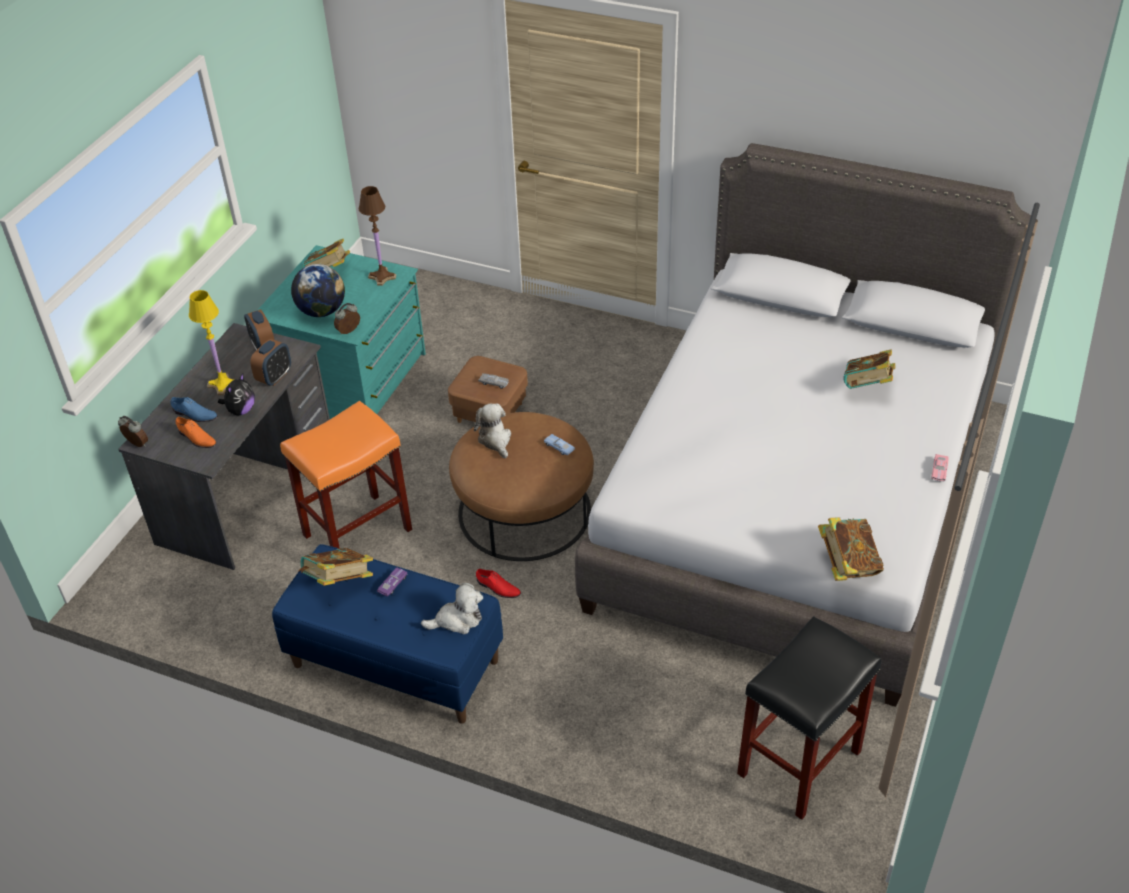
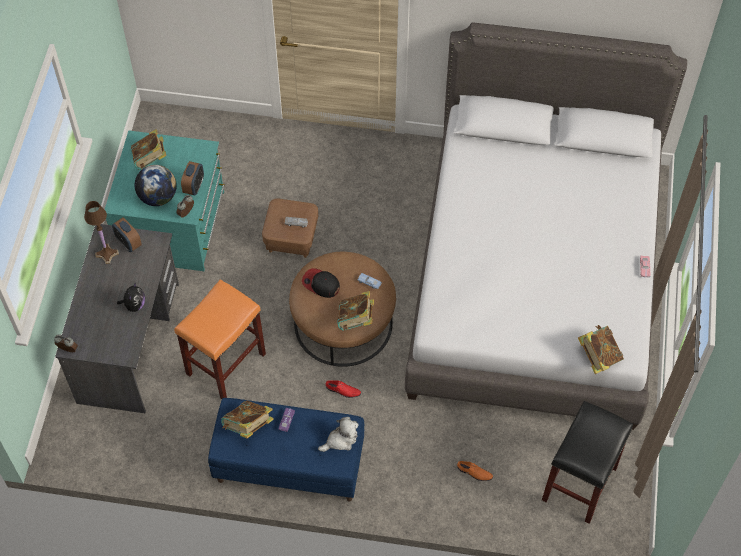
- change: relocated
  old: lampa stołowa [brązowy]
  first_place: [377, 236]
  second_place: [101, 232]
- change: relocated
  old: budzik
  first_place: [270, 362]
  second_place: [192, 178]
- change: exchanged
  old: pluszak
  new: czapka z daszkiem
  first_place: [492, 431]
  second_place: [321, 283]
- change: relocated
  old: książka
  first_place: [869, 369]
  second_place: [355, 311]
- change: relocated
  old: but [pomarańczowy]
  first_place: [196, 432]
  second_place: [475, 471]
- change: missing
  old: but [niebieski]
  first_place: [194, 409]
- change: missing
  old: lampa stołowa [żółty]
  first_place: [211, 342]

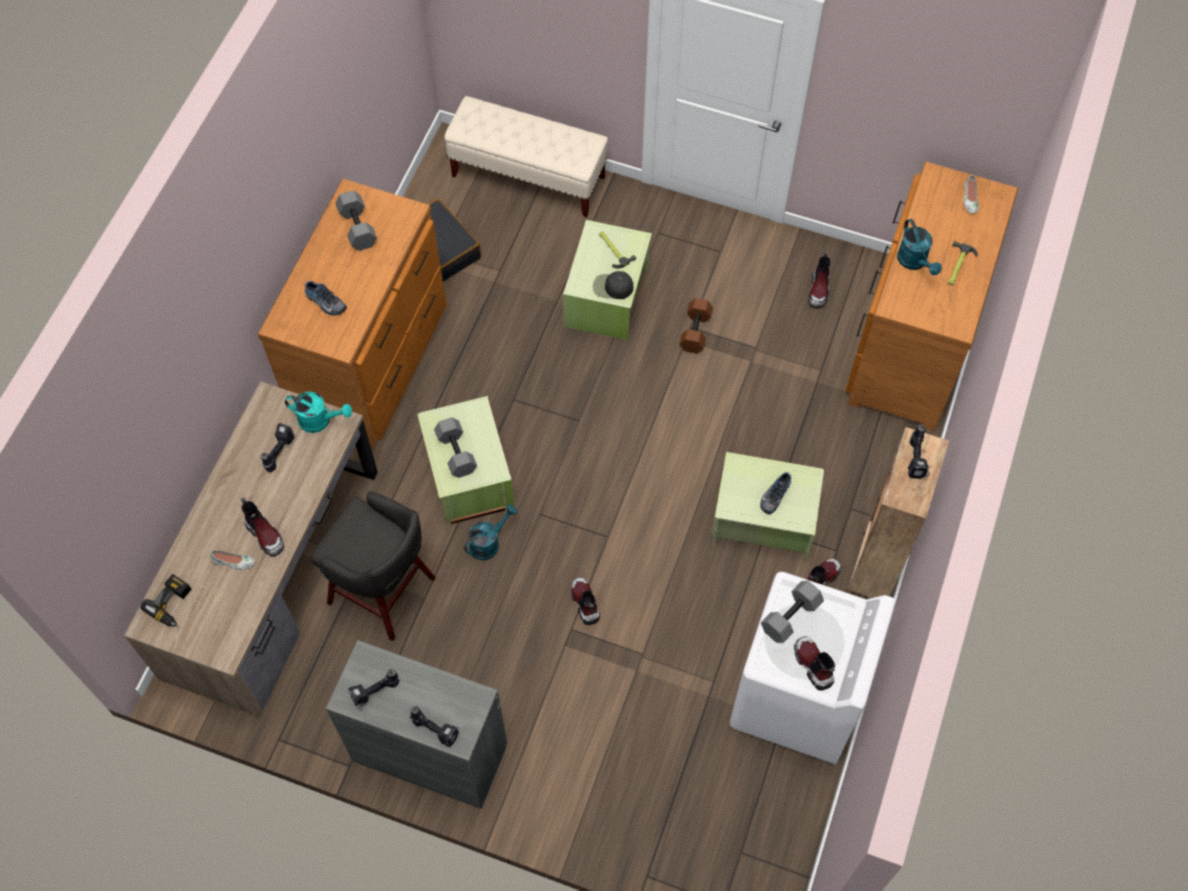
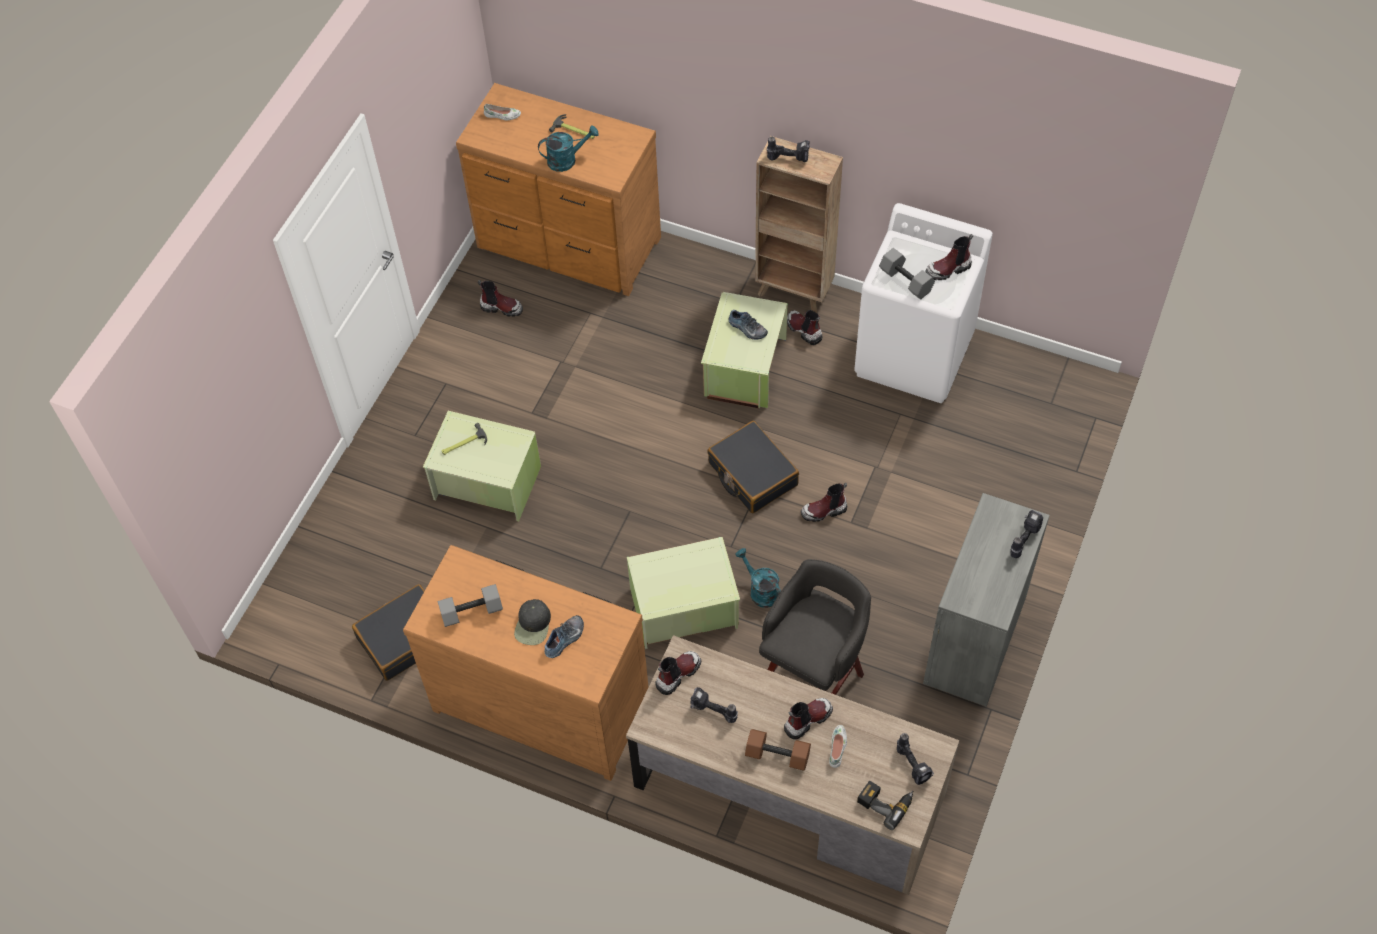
- change: relocated
  old: czapka z daszkiem [czarny]
  first_place: [613, 285]
  second_place: [532, 622]
- change: exchanged
  old: konewka [turkusowy]
  new: but z cholewką
  first_place: [318, 412]
  second_place: [678, 673]
- change: appeared
  new: walizka [czarny]
  second_place: [753, 467]
- change: relocated
  old: hantel [brązowy]
  first_place: [696, 326]
  second_place: [778, 750]
- change: relocated
  old: wiertarka
  first_place: [374, 689]
  second_place: [915, 759]
- change: missing
  old: hantel [szary]
  first_place: [455, 447]
- change: missing
  old: ławka [beżowy]
  first_place: [526, 156]

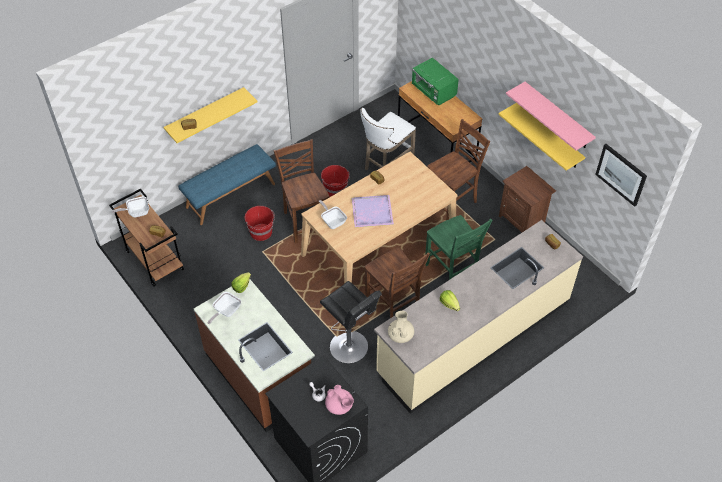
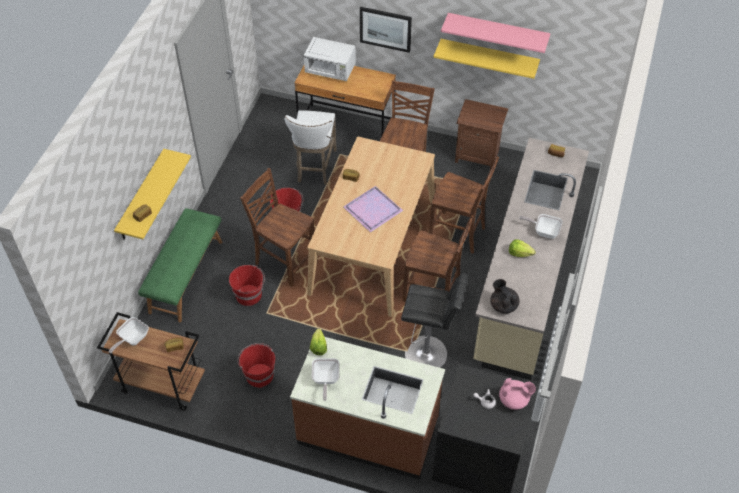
- change: colour
  old: ławka [niebieski]
  new: ławka [zielony]
  first_place: [227, 184]
  second_place: [180, 265]
- change: appeared
  new: wiadro [czerwony]
  second_place: [256, 365]
- change: colour
  old: mikrofalówka [zielony]
  new: mikrofalówka [biały]
  first_place: [435, 81]
  second_place: [329, 59]
- change: relocated
  old: obraz
  first_place: [621, 175]
  second_place: [386, 30]
- change: colour
  old: krzesło [zielony]
  new: krzesło [brązowy]
  first_place: [458, 247]
  second_place: [464, 205]
- change: colour
  old: imbryk [beżowy]
  new: imbryk [czarny]
  first_place: [401, 327]
  second_place: [505, 296]
- change: relocated
  old: patelnia
  first_place: [333, 214]
  second_place: [541, 226]

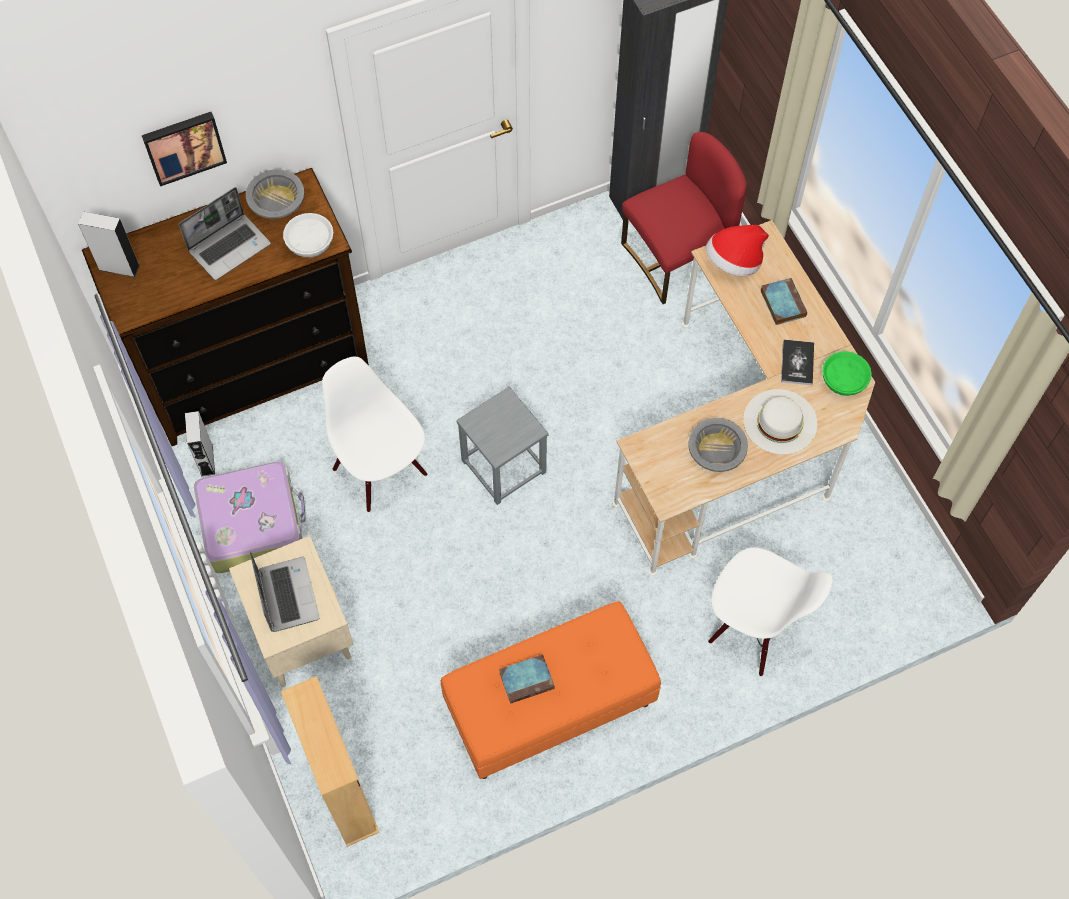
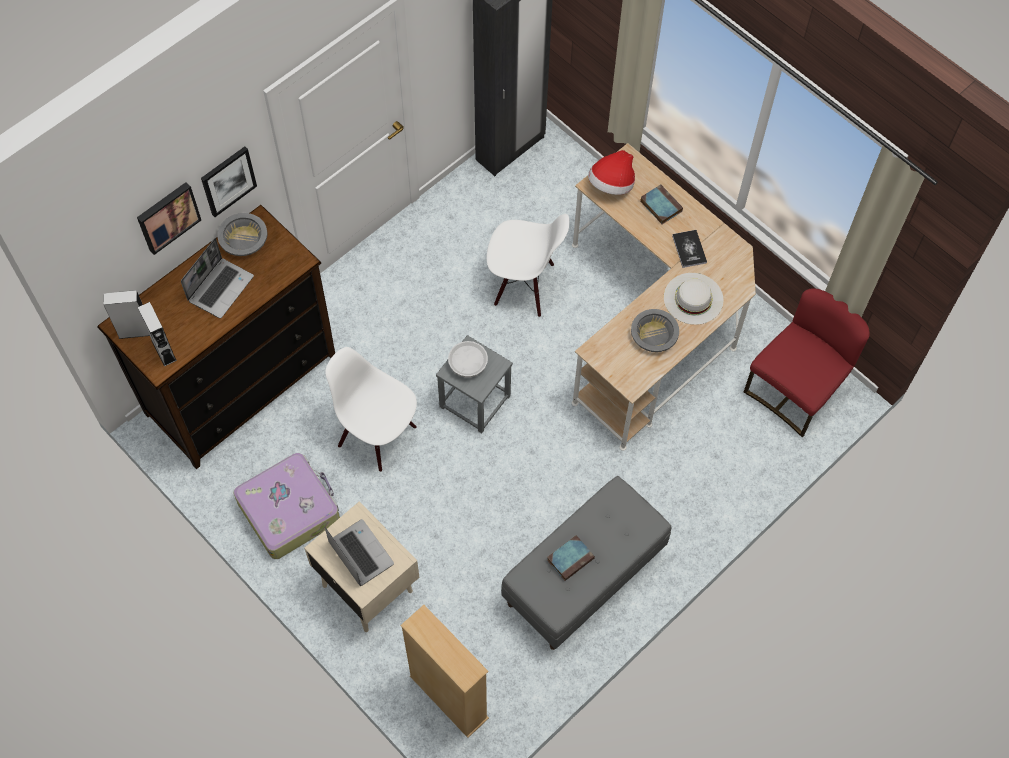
- change: relocated
  old: głośnik [szary]
  first_place: [200, 444]
  second_place: [157, 334]
- change: appeared
  new: obraz
  second_place: [229, 182]
- change: relocated
  old: miska [biały]
  first_place: [308, 235]
  second_place: [468, 359]
- change: relocated
  old: krzesło [biały]
  first_place: [770, 611]
  second_place: [528, 265]
- change: colour
  old: ławka [pomarańczowy]
  new: ławka [szary]
  first_place: [551, 690]
  second_place: [586, 563]
- change: relocated
  old: krzesło [czerwony]
  first_place: [684, 218]
  second_place: [807, 362]
- change: missing
  old: miska [zielony]
  first_place: [847, 373]

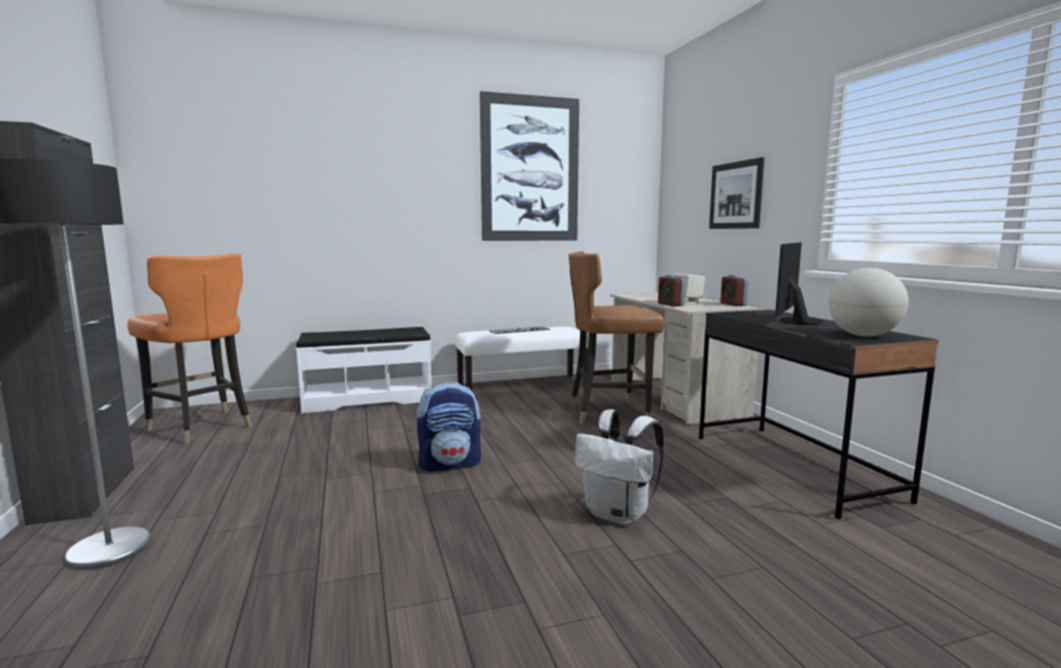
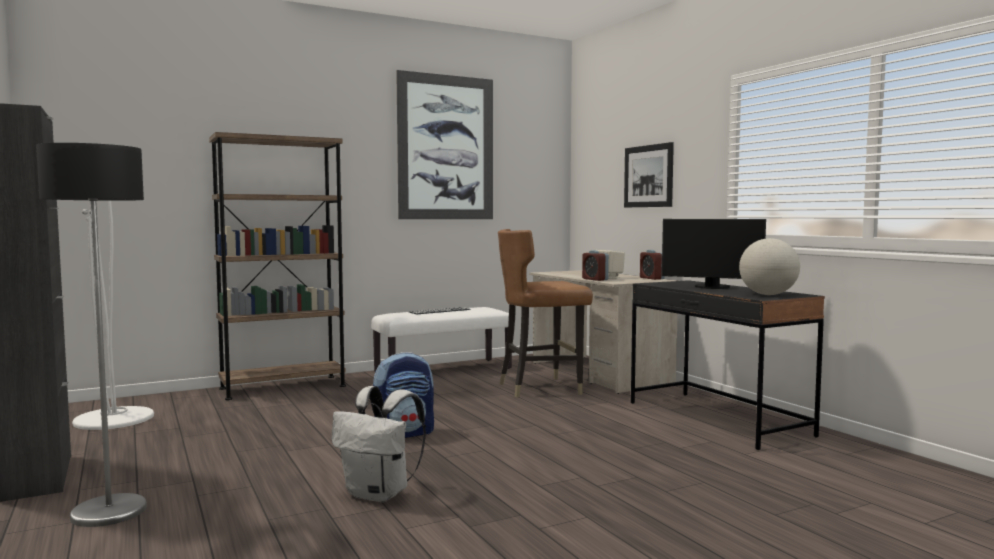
- change: exchanged
  old: krzesło [pomarańczowy]
  new: lampa stojąca [biały]
  first_place: [189, 348]
  second_place: [113, 315]
- change: exchanged
  old: ławka [biały]
  new: regał [brązowy]
  first_place: [364, 370]
  second_place: [277, 266]
- change: relocated
  old: plecak [biały]
  first_place: [619, 467]
  second_place: [379, 444]
- change: spun
  old: monitor
  first_place: [799, 283]
  second_place: [714, 254]
  degrees: -90

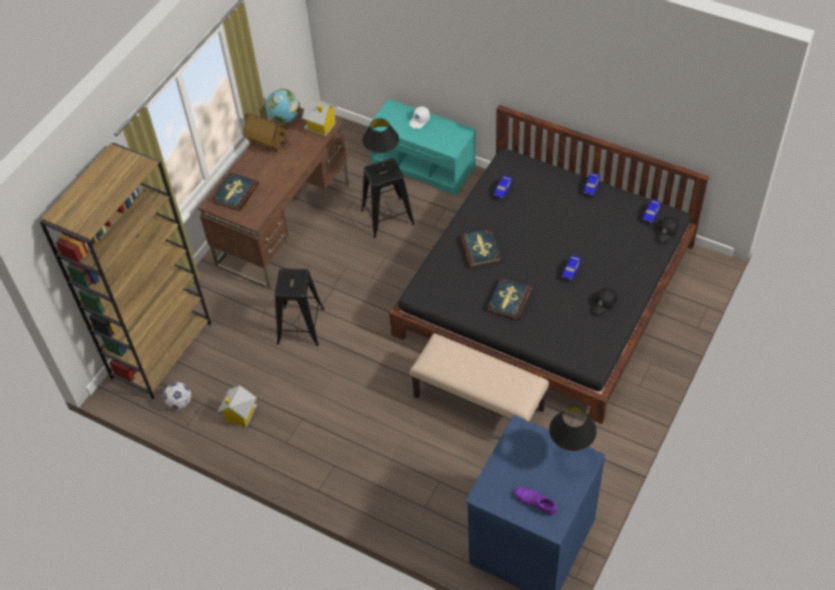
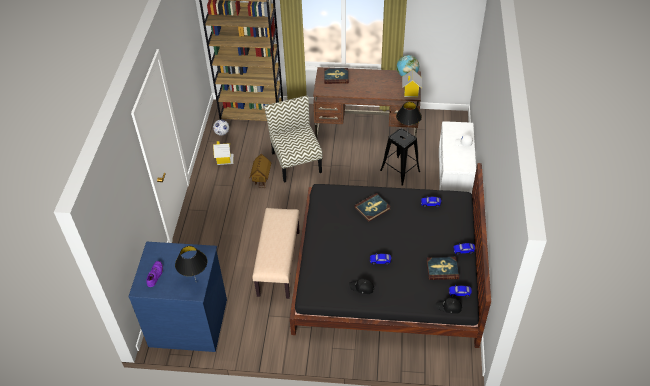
- change: relocated
  old: domek
  first_place: [267, 132]
  second_place: [260, 170]
- change: exchanged
  old: stołek [czarny]
  new: krzesło
  first_place: [299, 307]
  second_place: [293, 139]
- change: relocated
  old: książka
  first_place: [509, 299]
  second_place: [443, 268]
- change: colour
  old: ławka [turkusowy]
  new: ławka [biały]
  first_place: [422, 147]
  second_place: [457, 158]

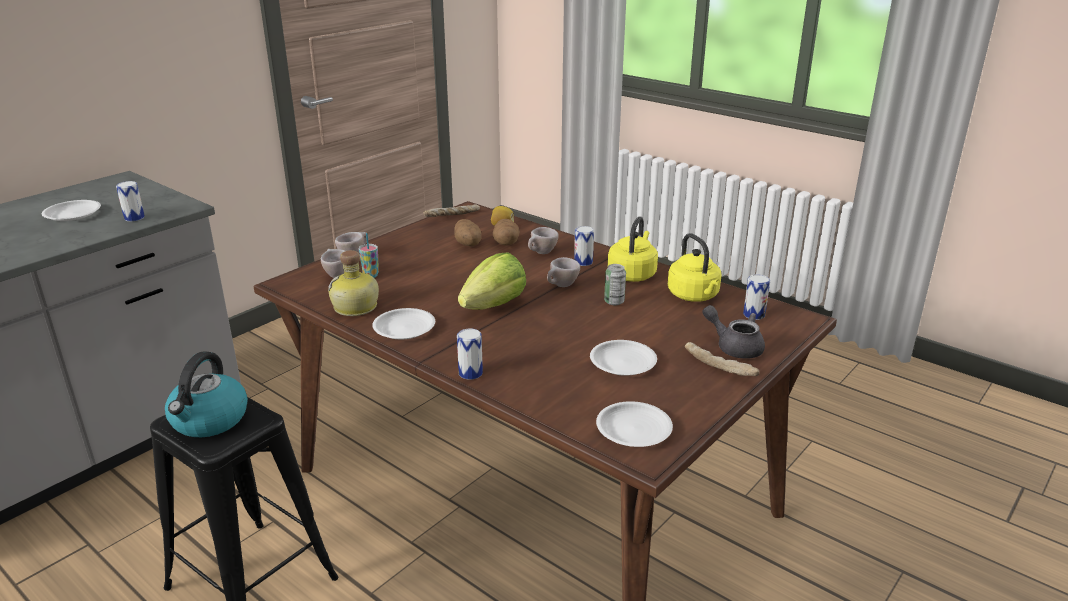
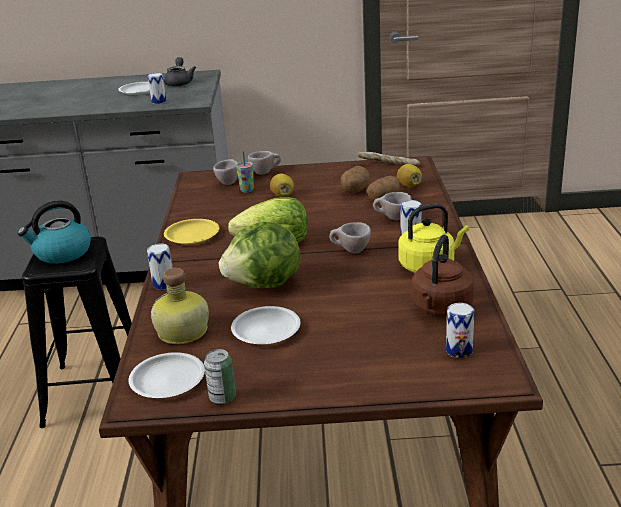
- change: relocated
  old: butelka
  first_place: [353, 283]
  second_place: [180, 306]
- change: relocated
  old: imbryk [szary]
  first_place: [733, 332]
  second_place: [180, 72]
- change: colour
  old: talerz [biały]
  new: talerz [żółty]
  first_place: [403, 323]
  second_place: [191, 231]
- change: relocated
  old: puszka
  first_place: [615, 284]
  second_place: [220, 376]
- change: appeared
  new: sałata
  second_place: [259, 255]
- change: appeared
  new: cytryna
  second_place: [282, 185]
- change: colour
  old: czajnik [żółty]
  new: czajnik [brązowy]
  first_place: [695, 267]
  second_place: [443, 275]
- change: missing
  old: chleb
  first_place: [722, 359]

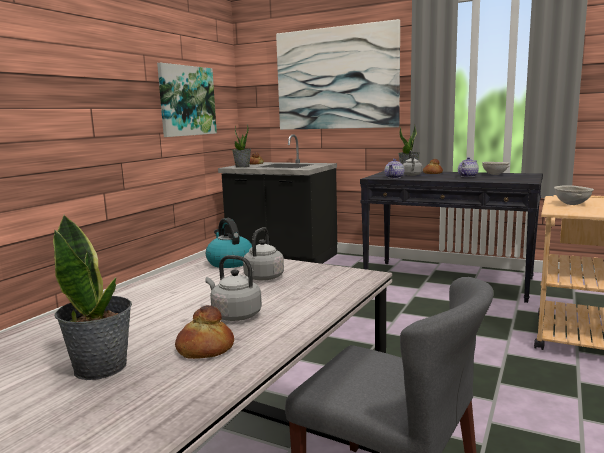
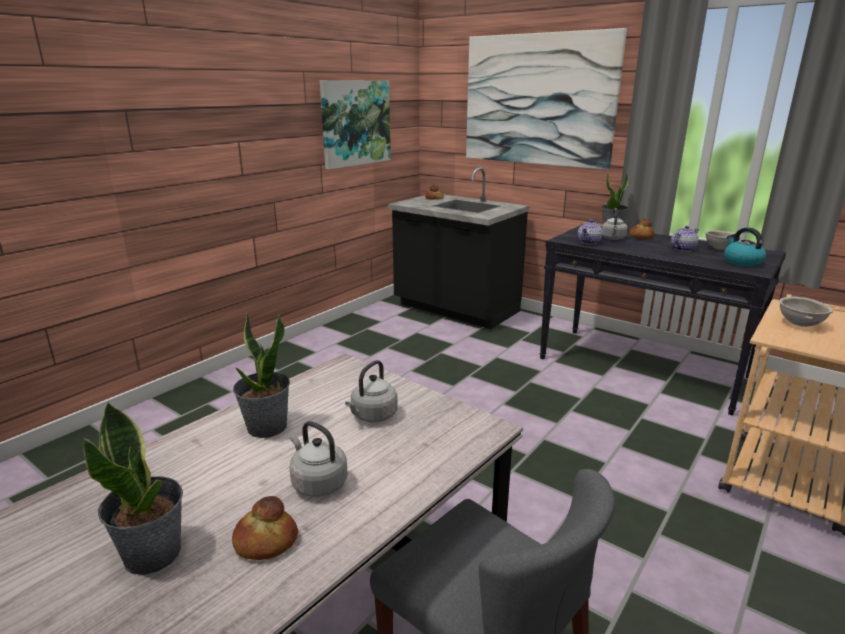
- change: relocated
  old: roślina doniczkowa
  first_place: [241, 146]
  second_place: [261, 375]
- change: relocated
  old: czajnik
  first_place: [229, 243]
  second_place: [745, 247]

